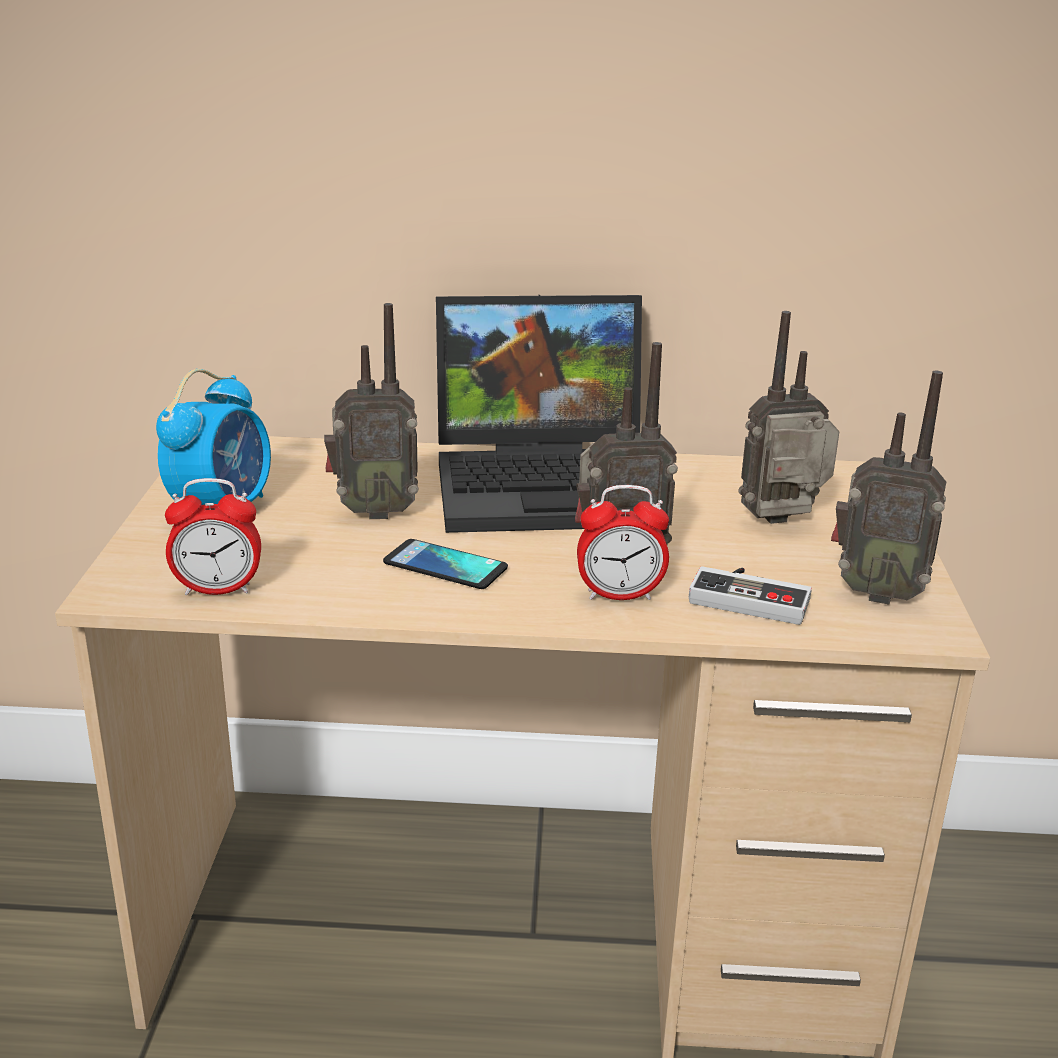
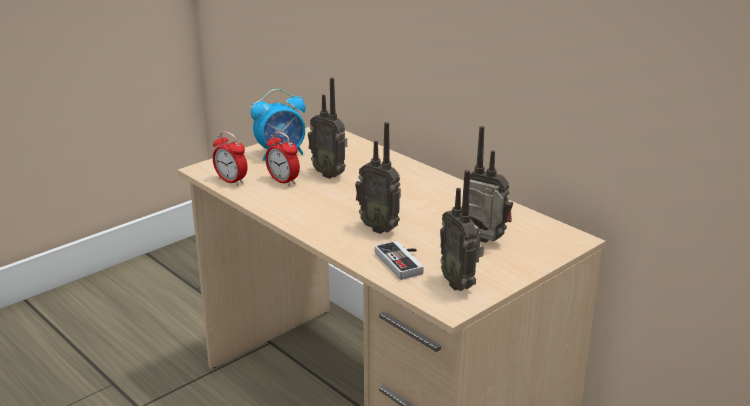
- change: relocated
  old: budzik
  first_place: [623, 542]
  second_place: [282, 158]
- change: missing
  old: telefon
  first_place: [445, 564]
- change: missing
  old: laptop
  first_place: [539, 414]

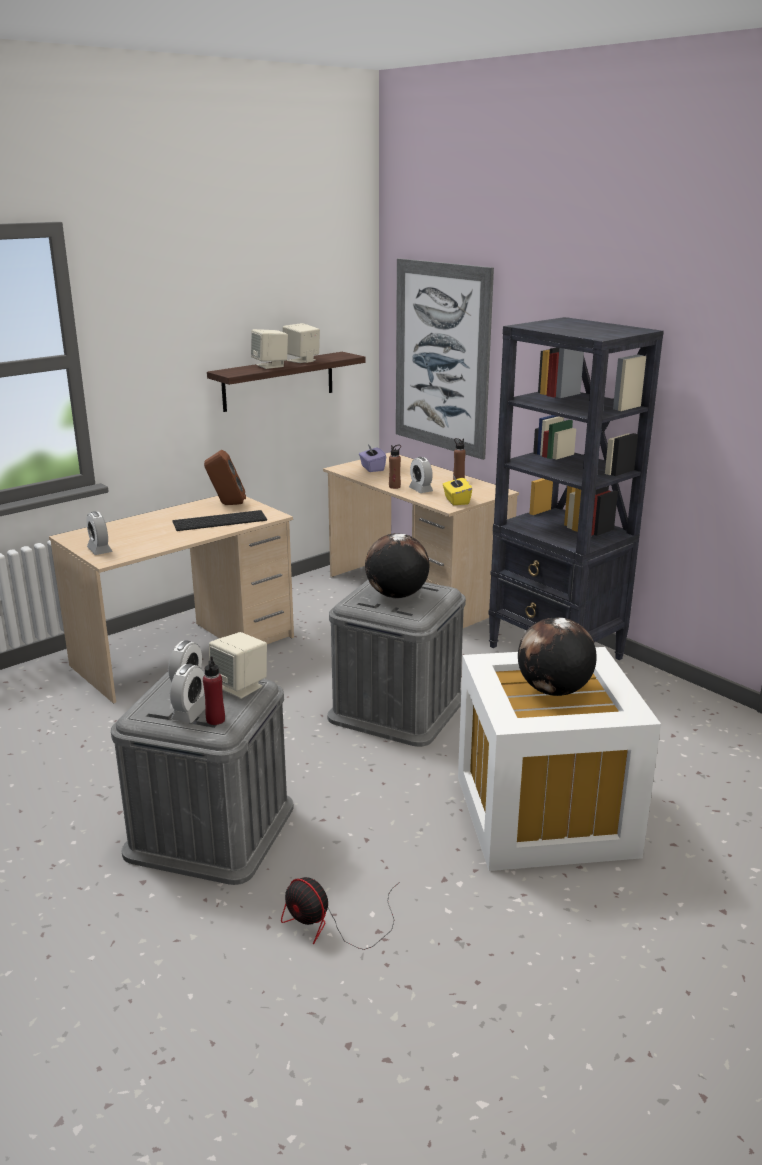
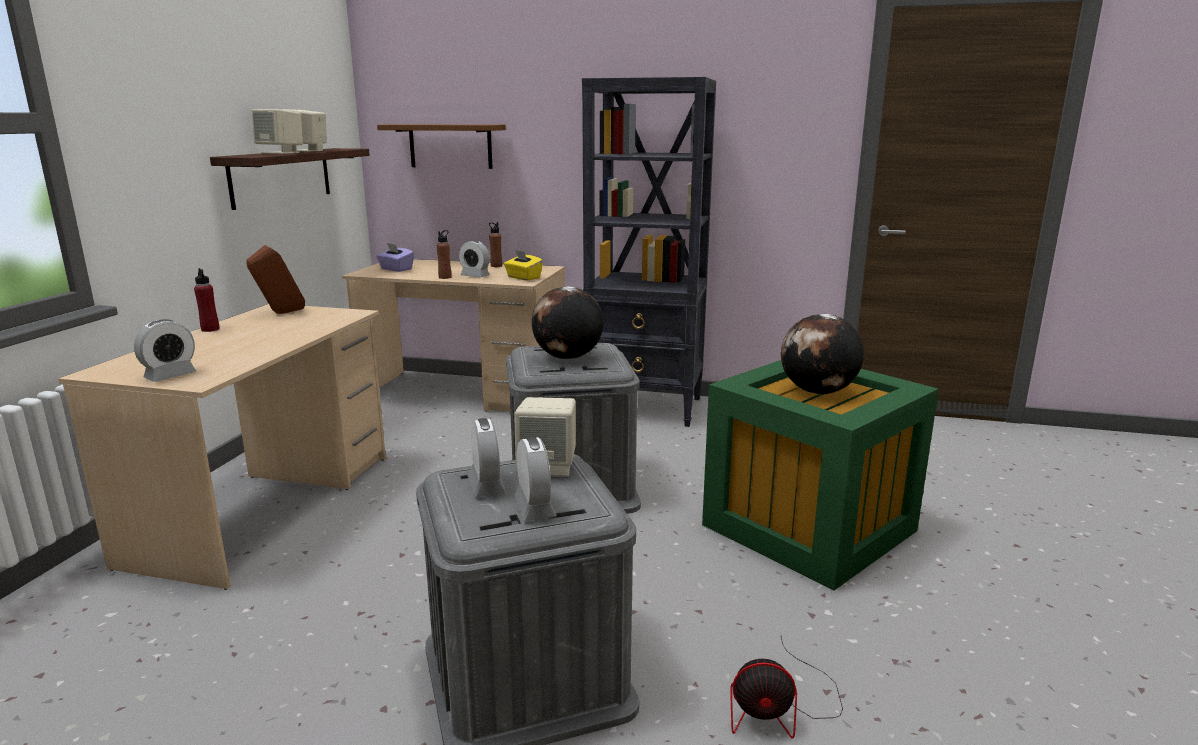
- change: spun
  old: budzik
  first_place: [99, 533]
  second_place: [165, 350]
  degrees: -75
- change: relocated
  old: butelka [czerwony]
  first_place: [214, 690]
  second_place: [206, 300]
- change: exchanged
  old: obraz
  new: półka [brązowy]
  first_place: [445, 359]
  second_place: [441, 146]
- change: colour
  old: pojemnik do przechowywania [biały]
  new: pojemnik do przechowywania [zielony]
  first_place: [559, 759]
  second_place: [820, 475]
- change: missing
  old: klawiatura
  first_place: [220, 520]

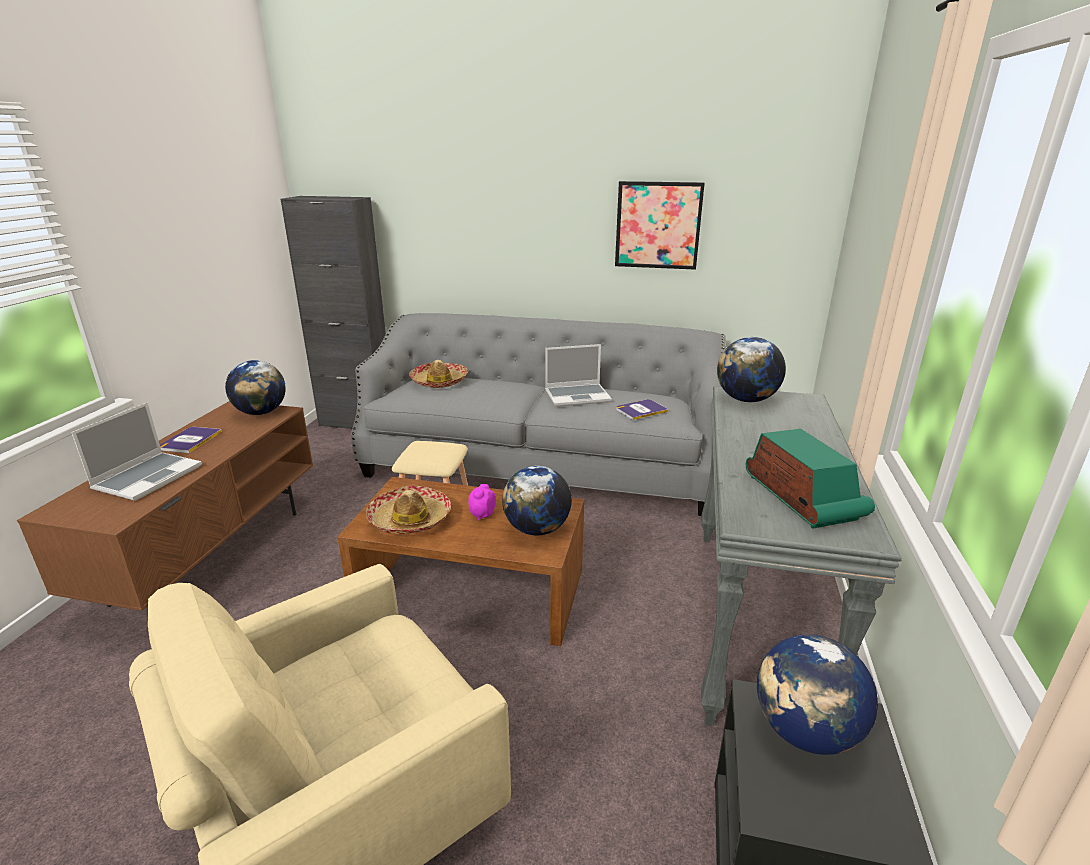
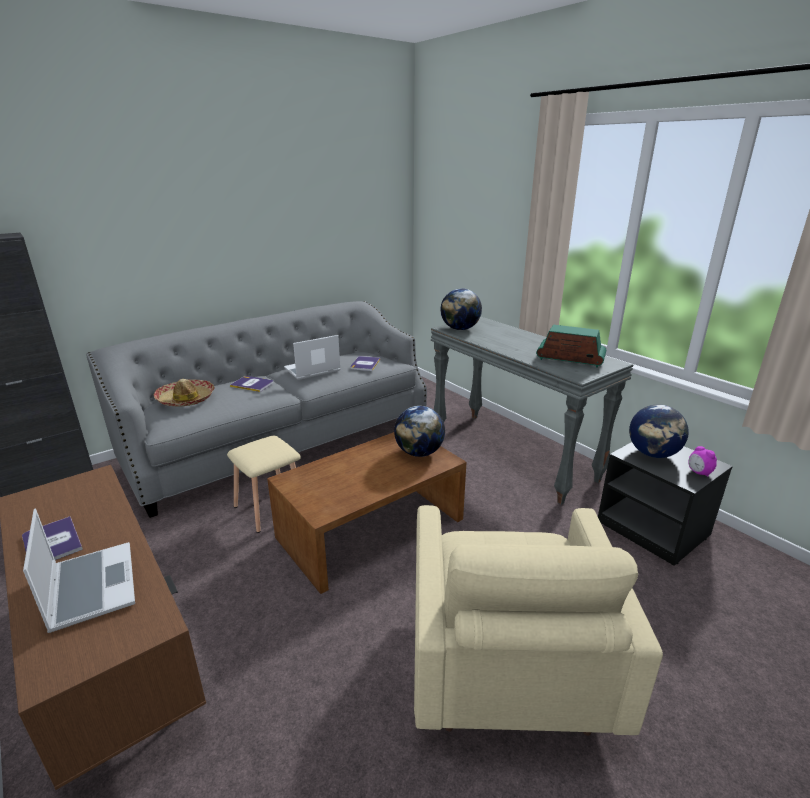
- change: appeared
  new: książka
  second_place: [251, 384]
- change: spun
  old: laptop
  first_place: [578, 375]
  second_place: [312, 357]
  degrees: -150
- change: relocated
  old: budzik
  first_place: [482, 502]
  second_place: [702, 461]
- change: missing
  old: globus
  first_place: [255, 387]
- change: missing
  old: kapelusz
  first_place: [408, 510]
- change: missing
  old: obraz
  first_place: [660, 225]

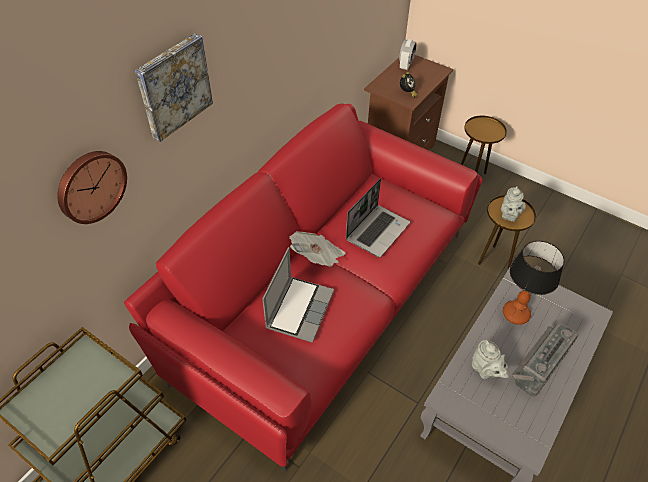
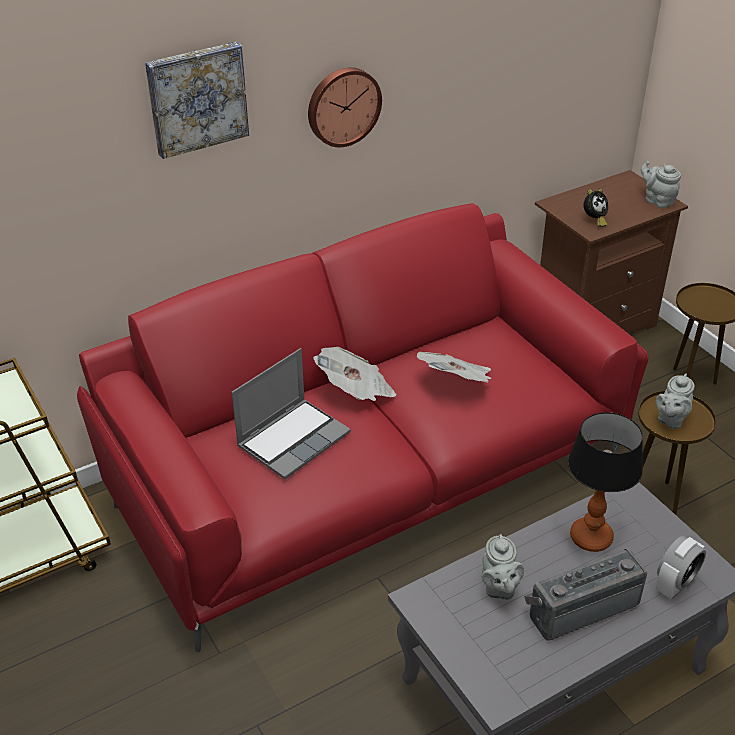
- change: relocated
  old: zegar ścienny
  first_place: [92, 187]
  second_place: [345, 107]
- change: exchanged
  old: laptop
  new: gazeta
  first_place: [378, 217]
  second_place: [454, 367]
- change: appeared
  new: imbryk [szary]
  second_place: [661, 184]
- change: relocated
  old: budzik
  first_place: [408, 54]
  second_place: [681, 567]

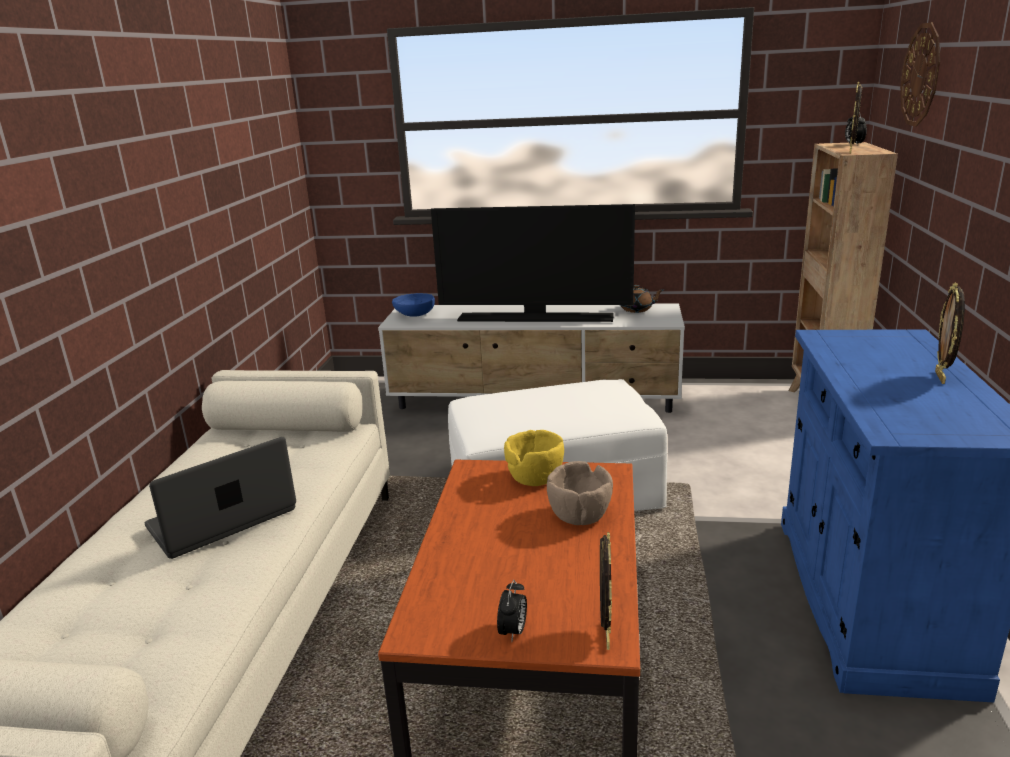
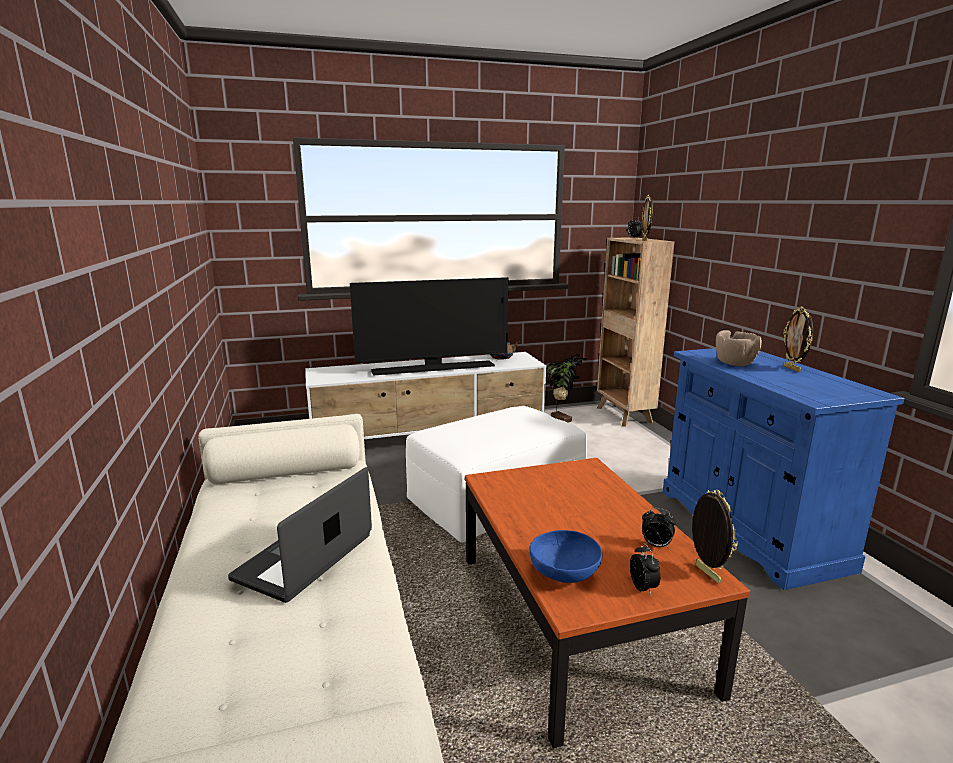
- change: relocated
  old: miska [niebieski]
  first_place: [413, 305]
  second_place: [566, 556]
- change: appeared
  new: roślina doniczkowa
  second_place: [566, 387]
- change: appeared
  new: budzik
  second_place: [659, 528]
- change: relocated
  old: miska [brązowy]
  first_place: [580, 493]
  second_place: [739, 348]
- change: missing
  old: miska [żółty]
  first_place: [534, 458]
- change: missing
  old: zegar ścienny
  first_place: [920, 74]

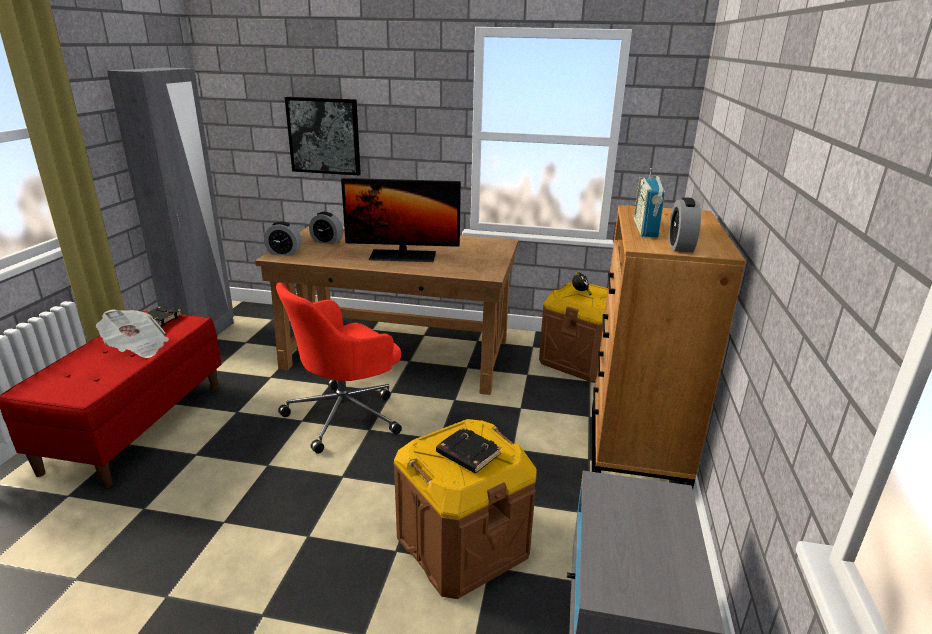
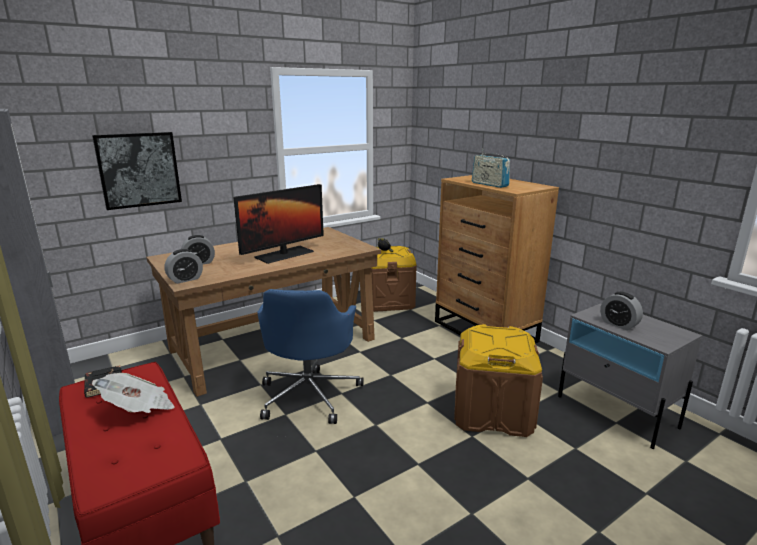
- change: colour
  old: krzesło biurowe [czerwony]
  new: krzesło biurowe [niebieski]
  first_place: [339, 368]
  second_place: [310, 356]
- change: relocated
  old: budzik
  first_place: [684, 224]
  second_place: [621, 311]
- change: missing
  old: książka [czarny]
  first_place: [469, 450]

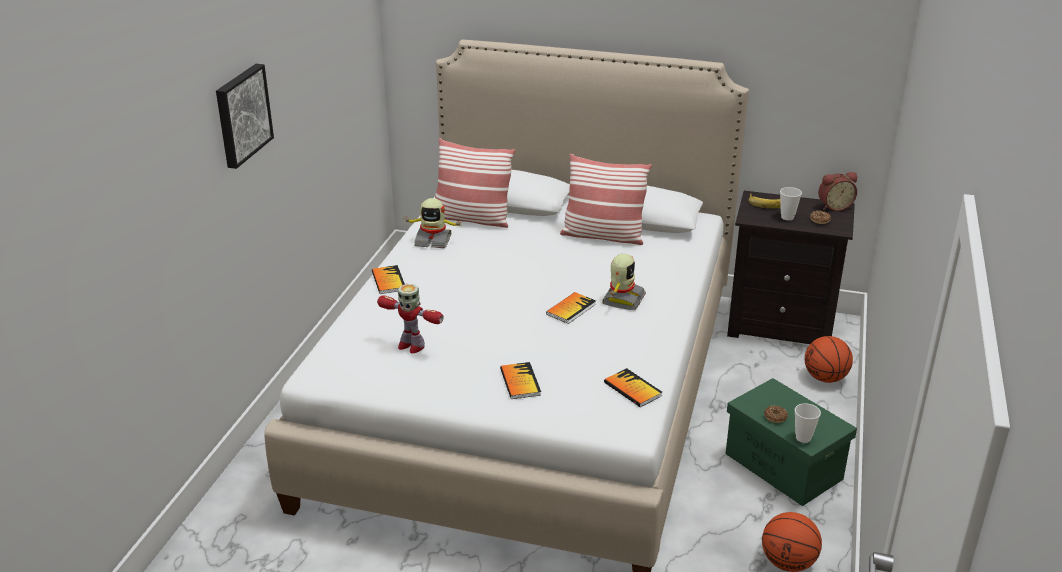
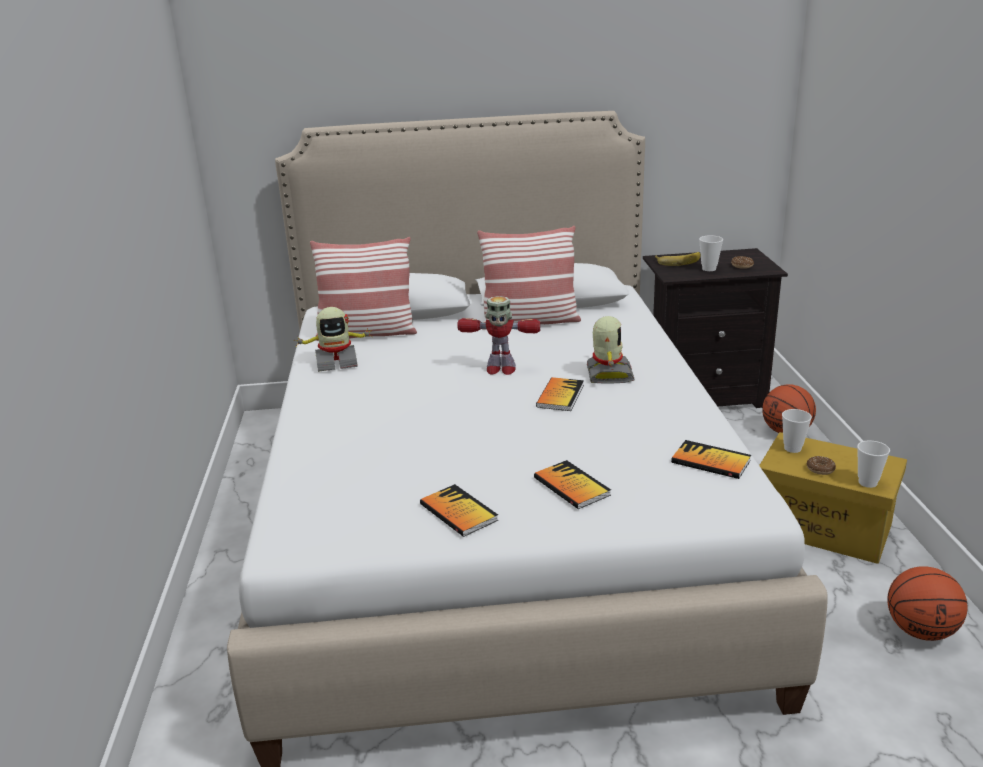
- change: relocated
  old: książka
  first_place: [388, 279]
  second_place: [459, 510]
- change: relocated
  old: robot zabawkowy
  first_place: [410, 318]
  second_place: [499, 335]
- change: colour
  old: pojemnik do przechowywania [zielony]
  new: pojemnik do przechowywania [żółty]
  first_place: [791, 442]
  second_place: [833, 498]
- change: appeared
  new: filiżanka
  second_place: [797, 431]
- change: missing
  old: obraz
  first_place: [245, 116]
- change: missing
  old: budzik
  first_place: [837, 191]

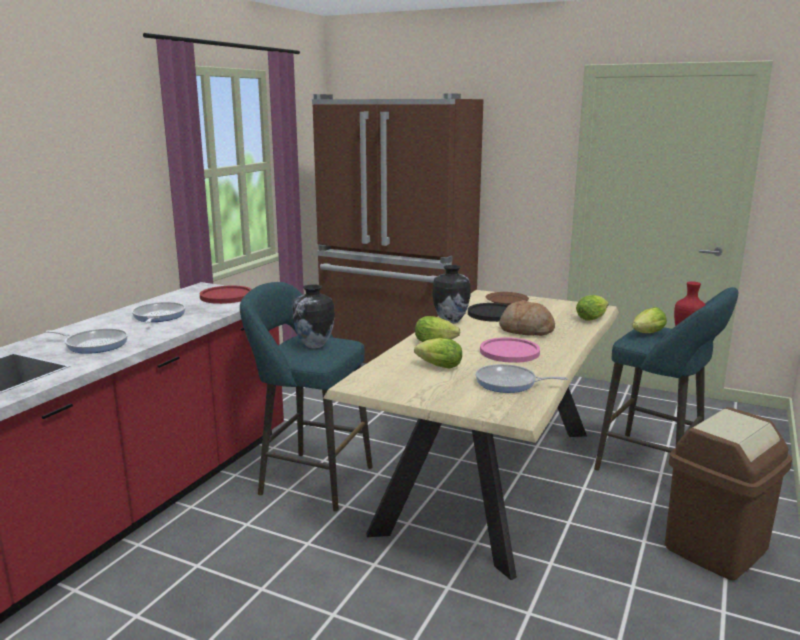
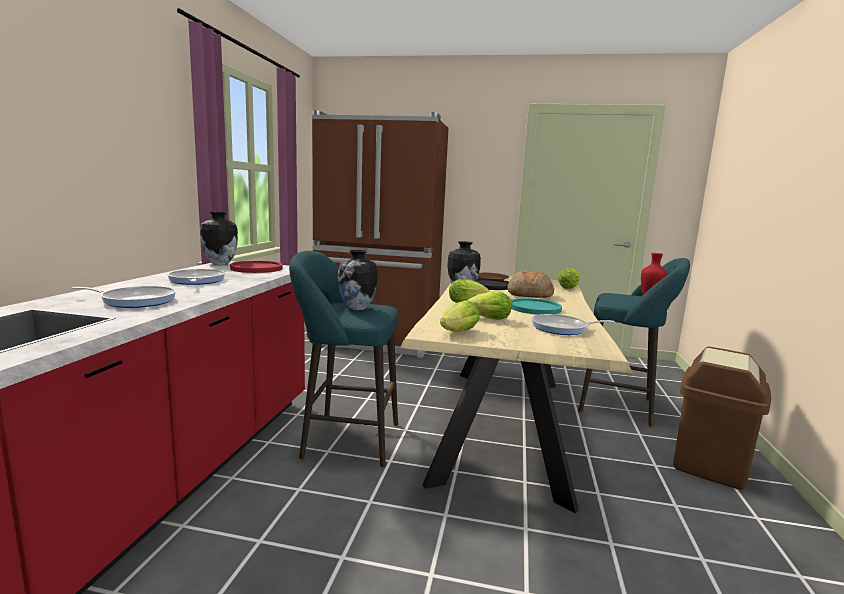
- change: appeared
  new: wazon
  second_place: [219, 238]
- change: relocated
  old: sałata
  first_place: [649, 320]
  second_place: [460, 316]
- change: colour
  old: talerz [różowy]
  new: talerz [turkusowy]
  first_place: [510, 350]
  second_place: [536, 306]

